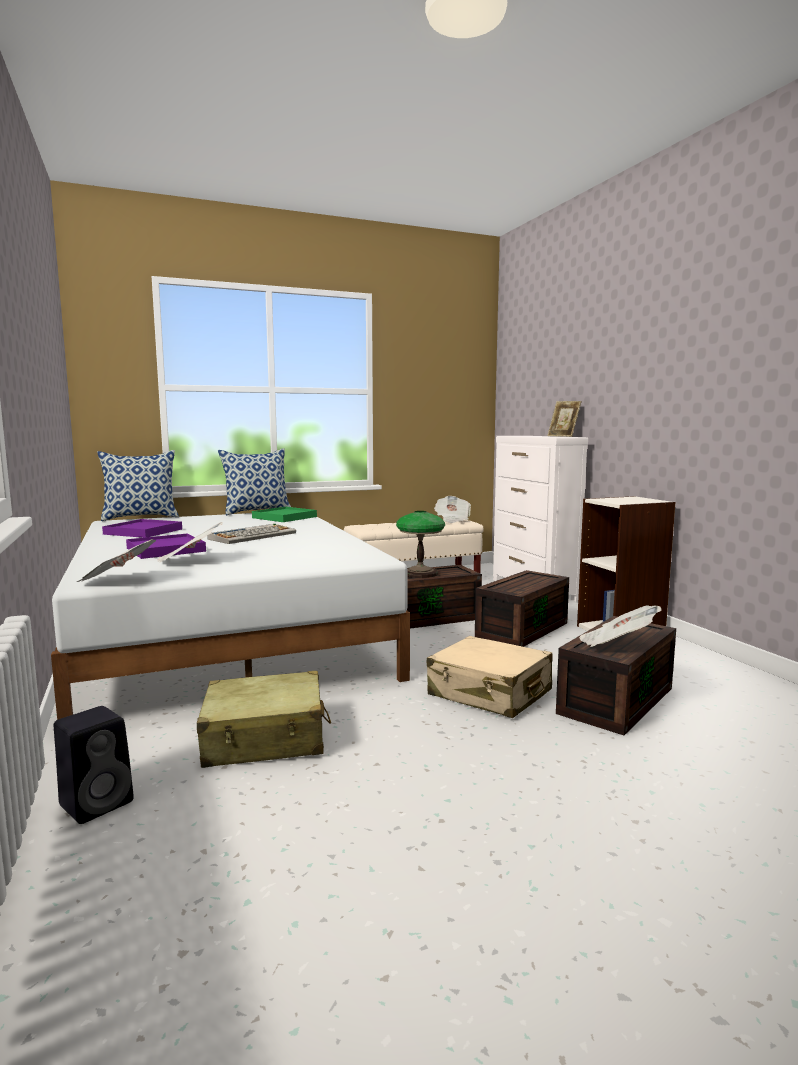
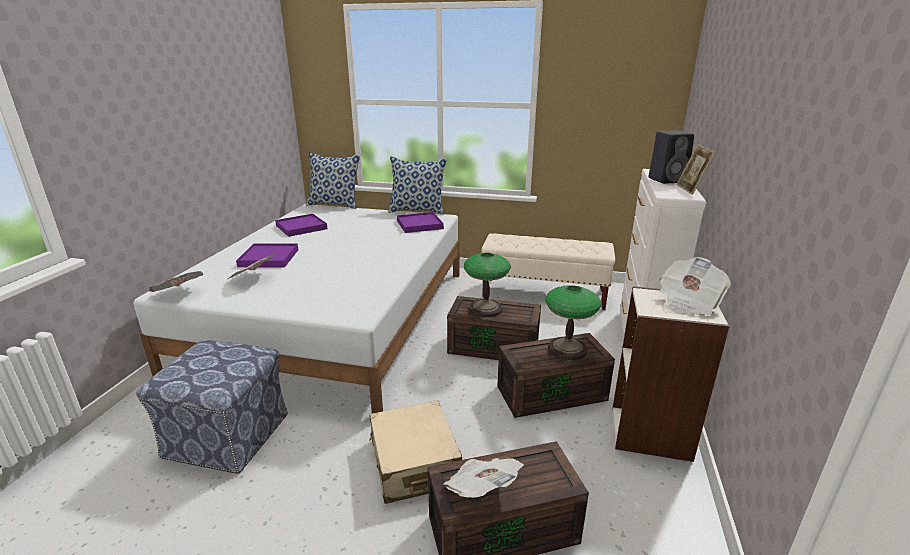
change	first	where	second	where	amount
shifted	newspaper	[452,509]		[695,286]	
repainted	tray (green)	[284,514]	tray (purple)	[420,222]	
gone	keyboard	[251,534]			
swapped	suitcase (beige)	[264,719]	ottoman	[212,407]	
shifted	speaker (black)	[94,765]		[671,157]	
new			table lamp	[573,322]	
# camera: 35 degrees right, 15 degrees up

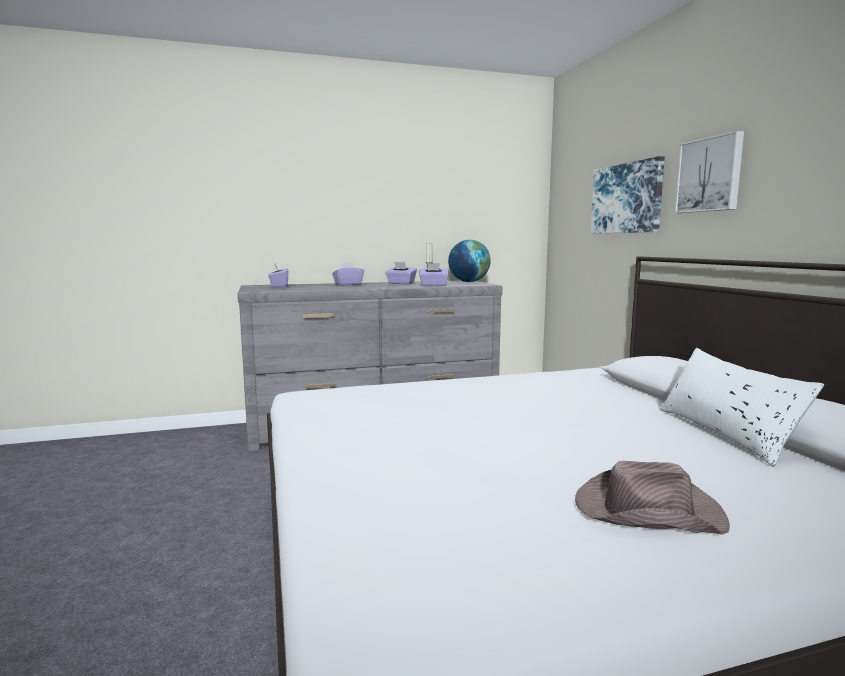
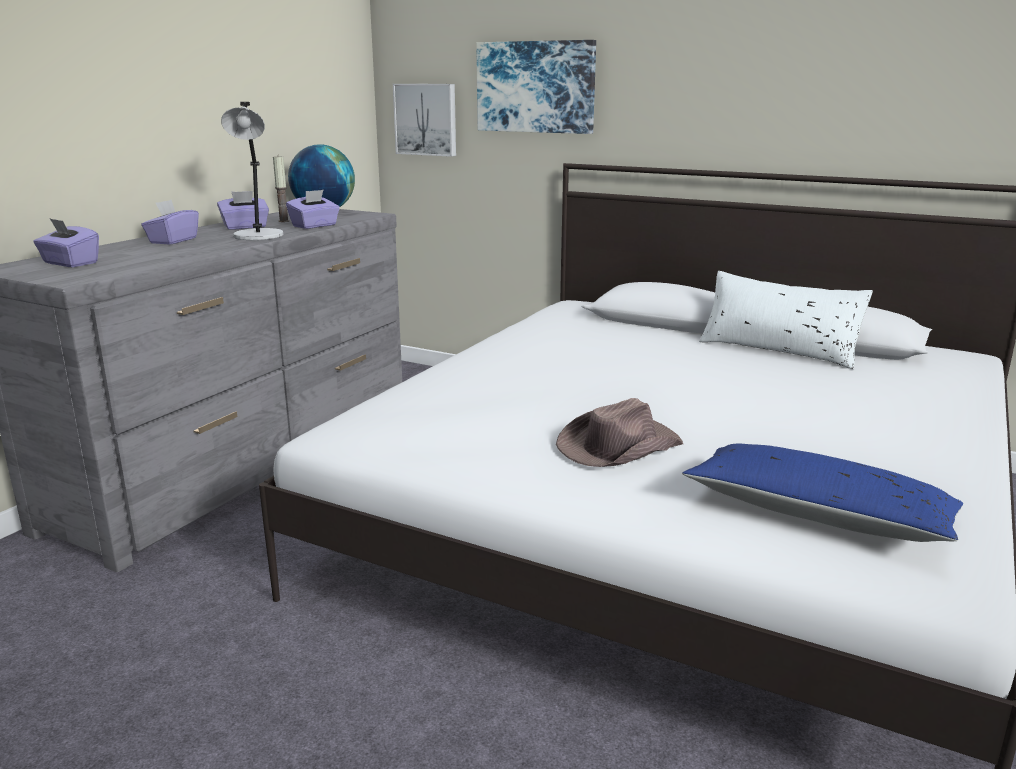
change	first	where	second	where	amount
shifted	picture	[709,172]		[424,120]	
shifted	hat (brown)	[652,497]		[619,432]	
new			table lamp (grey)	[252,171]	
new			pillow (blue)	[822,492]	
# camera: 45 degrees left, 10 degrees up

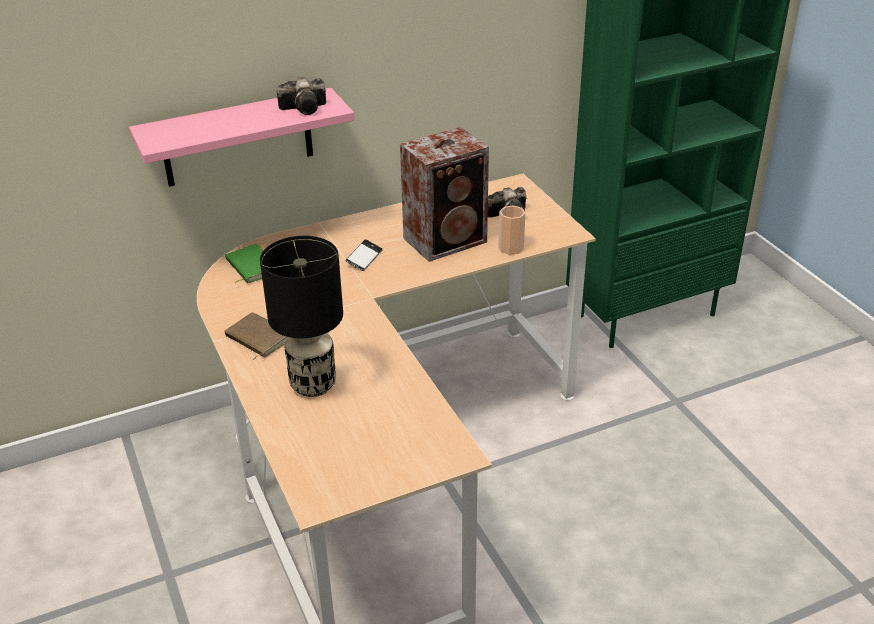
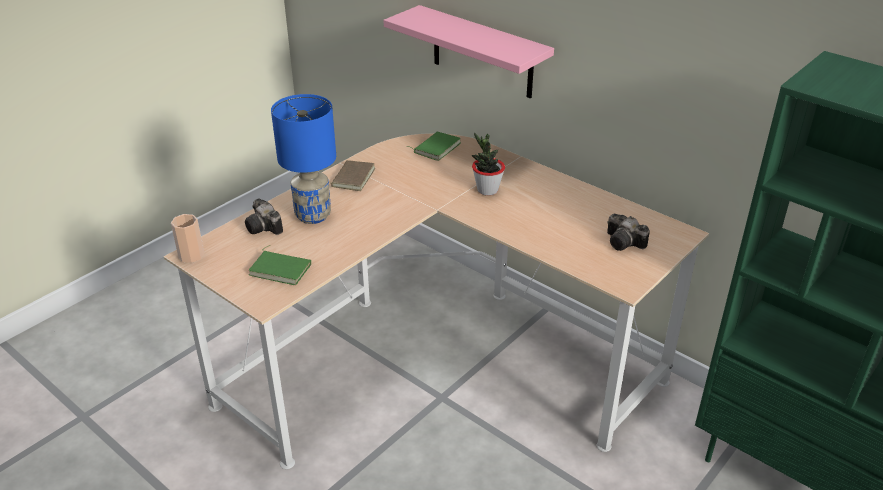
change	first	where	second	where	amount
shifted	photo camera	[301,96]		[264,216]	
gone	speaker	[444,194]			
shifted	cup	[511,230]		[188,238]	
repainted	table lamp (black)	[301,316]	table lamp (blue)	[303,159]	
swapped	phone	[364,255]	potted plant	[488,164]	
new			book (green)	[280,265]	
# camera: 65 degrees right, 0 degrees up

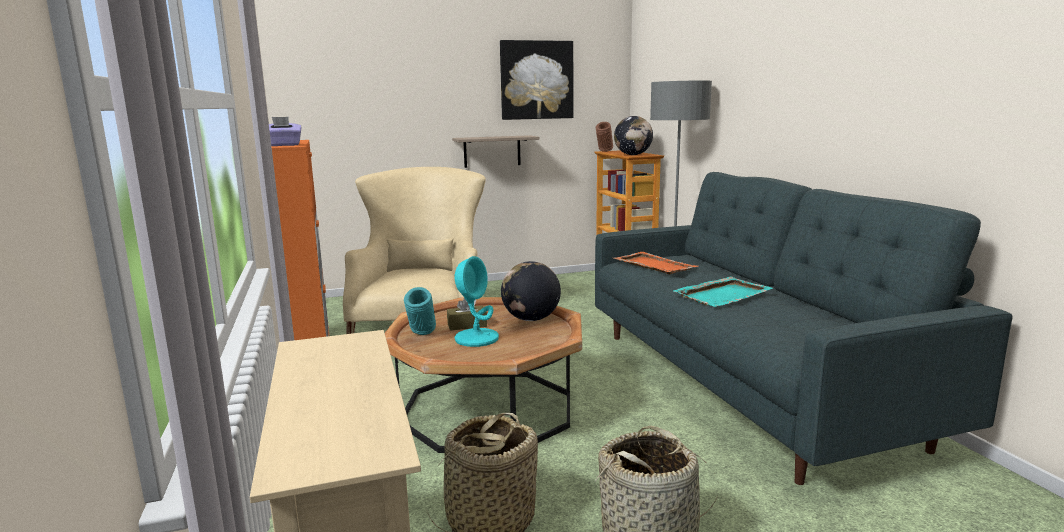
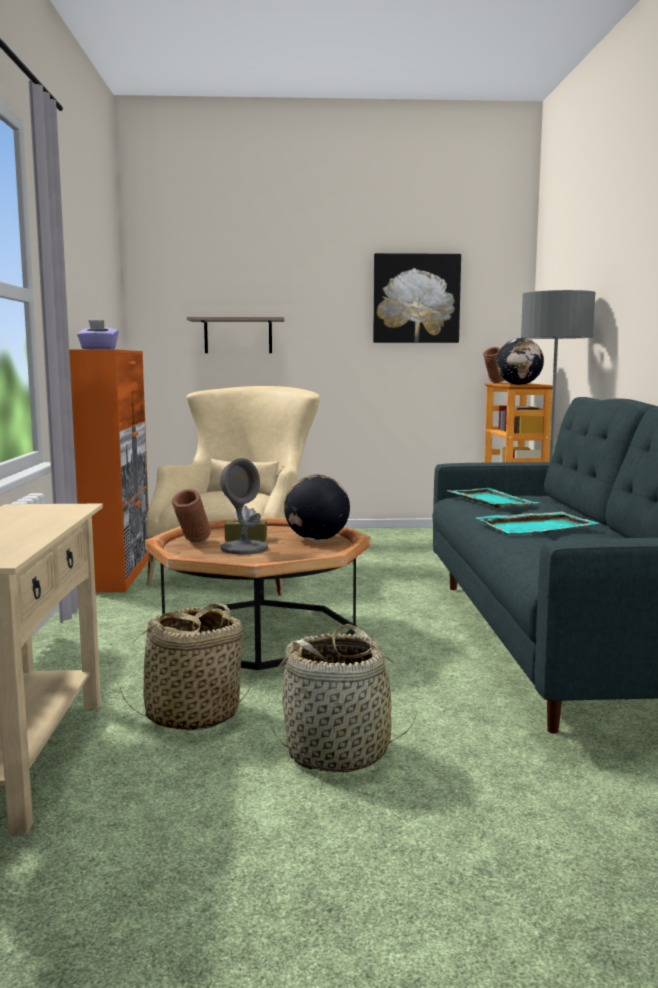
change	first	where	second	where	amount
shifted	shelf	[496,151]		[235,335]	
repainted	tray (orange)	[655,263]	tray (turquoise)	[492,498]	
repainted	table lamp (turquoise)	[477,301]	table lamp (grey)	[244,506]	
repainted	vase (turquoise)	[420,311]	vase (brown)	[191,515]	
# camera: 15 degrees right, 5 degrees down

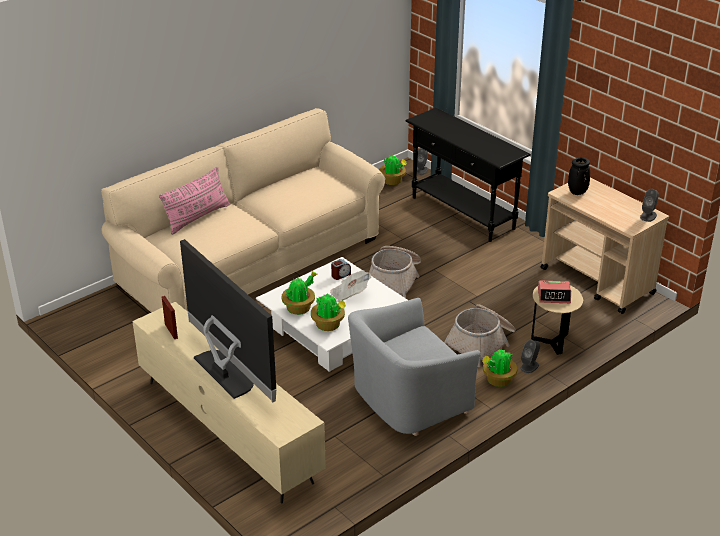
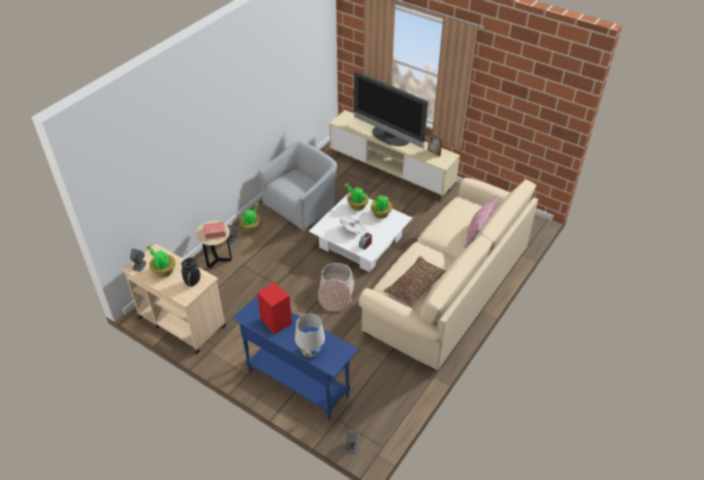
change	first	where	second	where	amount
repainted	console table (black)	[468,175]	console table (blue)	[295,357]	
shifted	potted plant	[393,170]		[161,261]	
gone	basket	[480,335]			
new			pillow (brown)	[415,281]	
new			speaker (red)	[274,308]	
new			table lamp (white)	[310,335]	
# camera: 165 degrees right, 10 degrees up

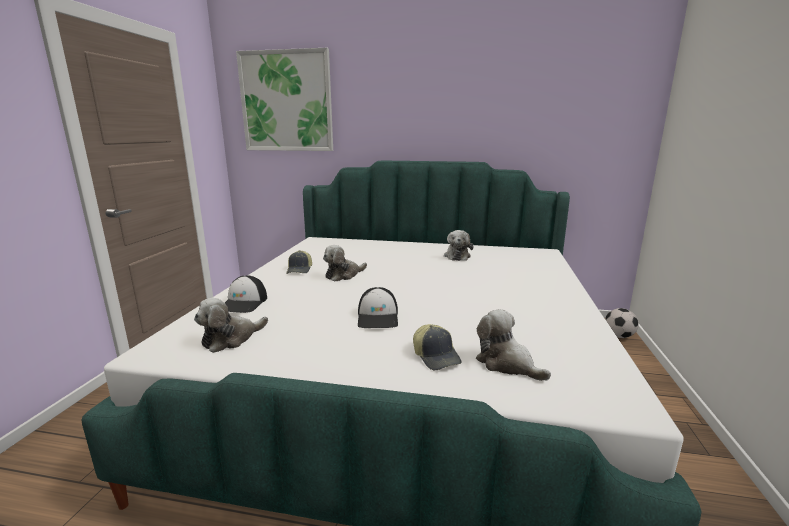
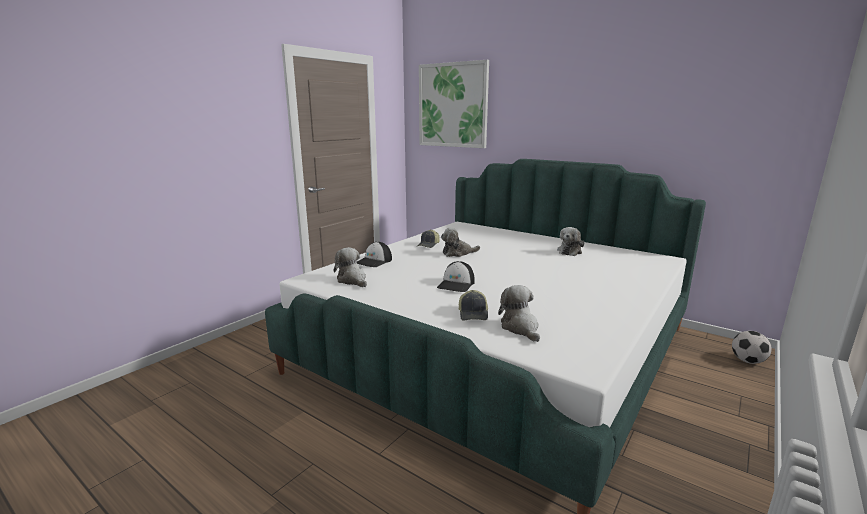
change	first	where	second	where	amount
rotated	plush toy	[231,325]		[350,267]	75 degrees clockwise
# camera: 25 degrees right, 0 degrees up

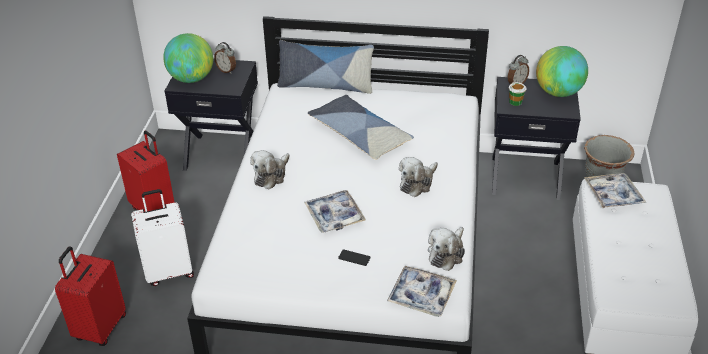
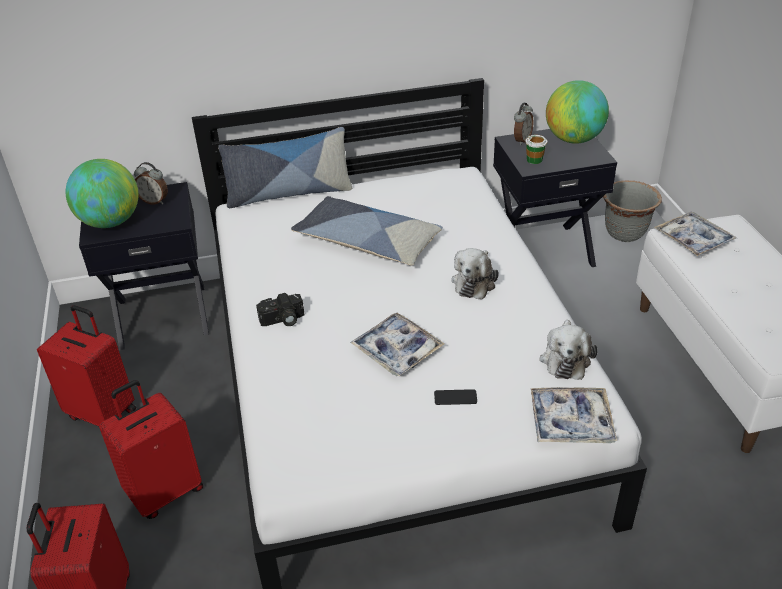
change	first	where	second	where	amount
swapped	plush toy	[270,169]	photo camera	[280,309]	
repainted	suitcase (white)	[162,237]	suitcase (red)	[151,449]	
# camera: 20 degrees left, 0 degrees up

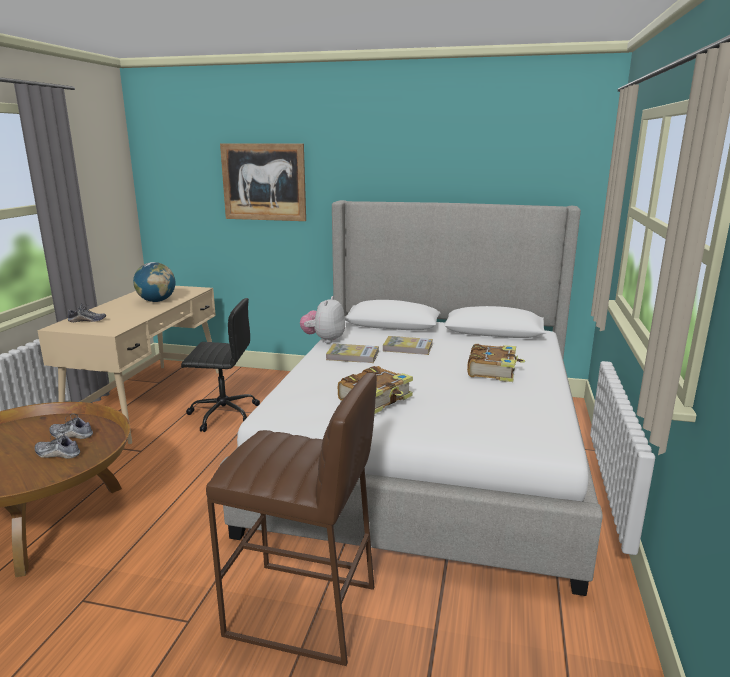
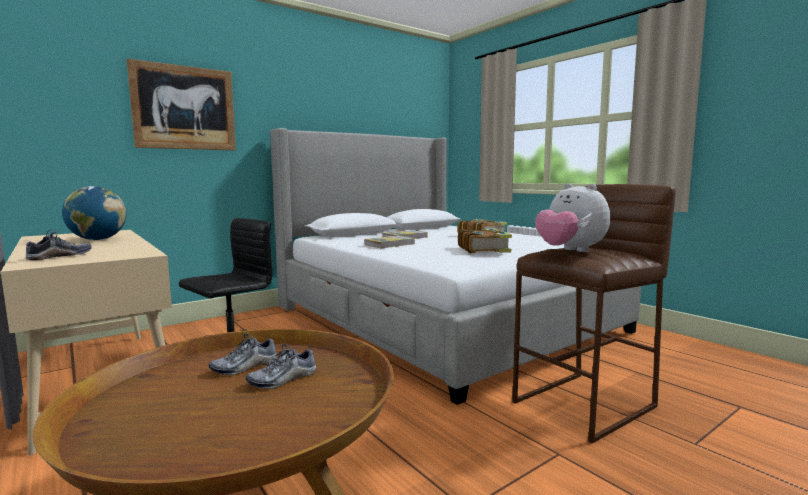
change	first	where	second	where	amount
shifted	plush toy	[322,319]		[572,217]	
# camera: 50 degrees left, 10 degrees down

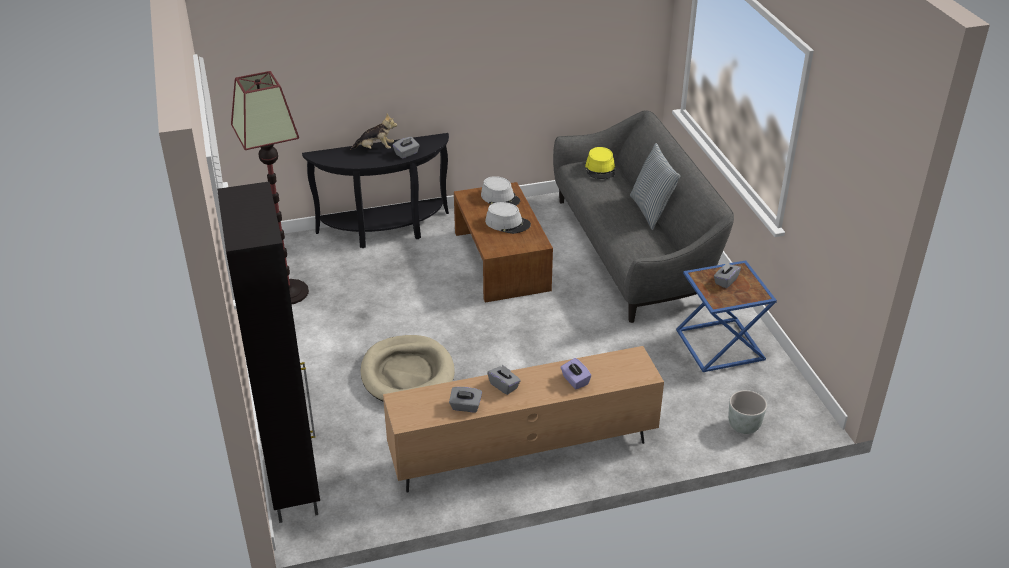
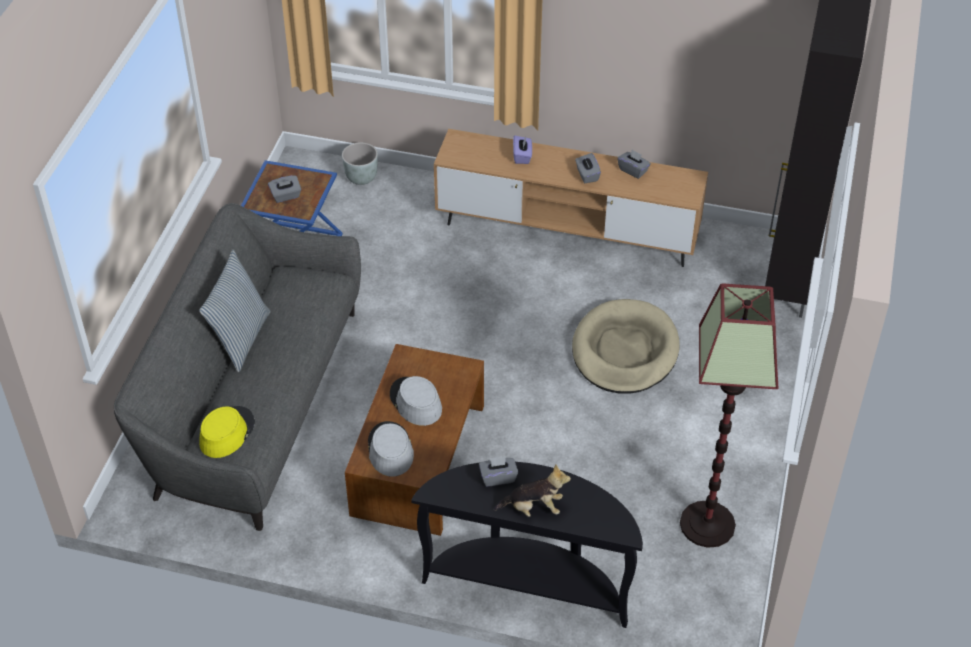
change	first	where	second	where	amount
rotated	plush toy	[373,132]		[532,490]	150 degrees clockwise
# camera: 150 degrees left, 10 degrees up

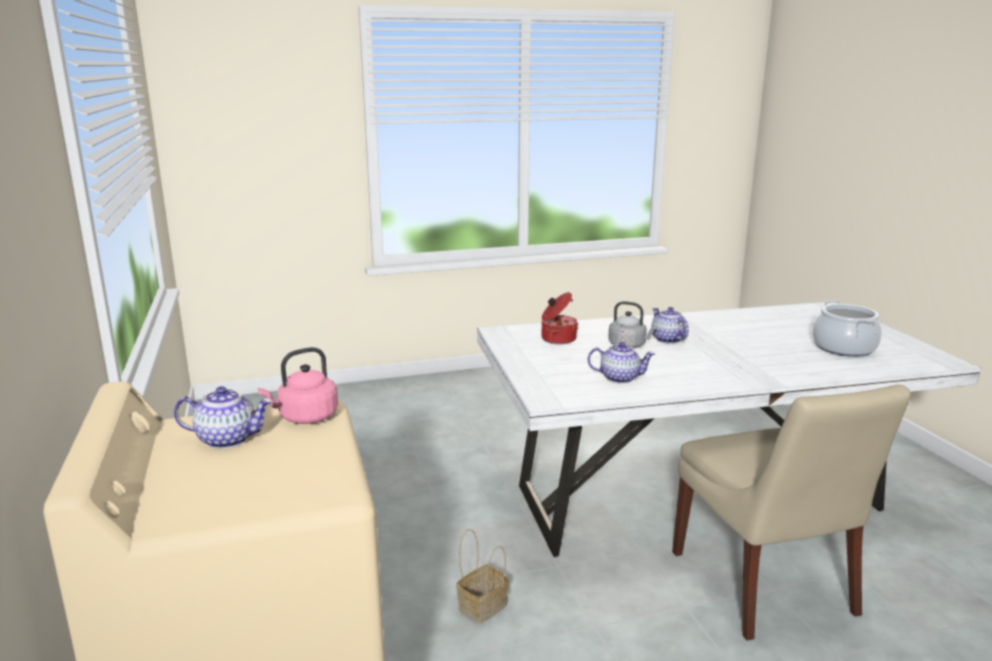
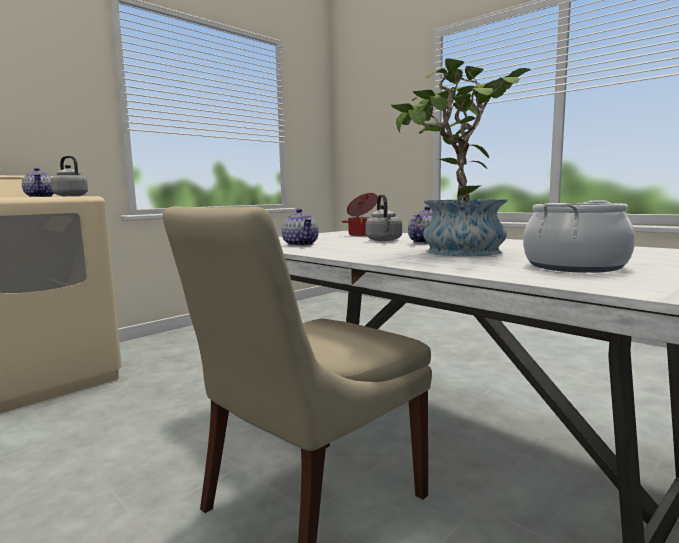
change	first	where	second	where	amount
repainted	kettle (pink)	[298,385]	kettle (grey)	[69,176]	
gone	basket	[482,576]			
new			potted plant	[461,157]	
# camera: 60 degrees right, 10 degrees down

